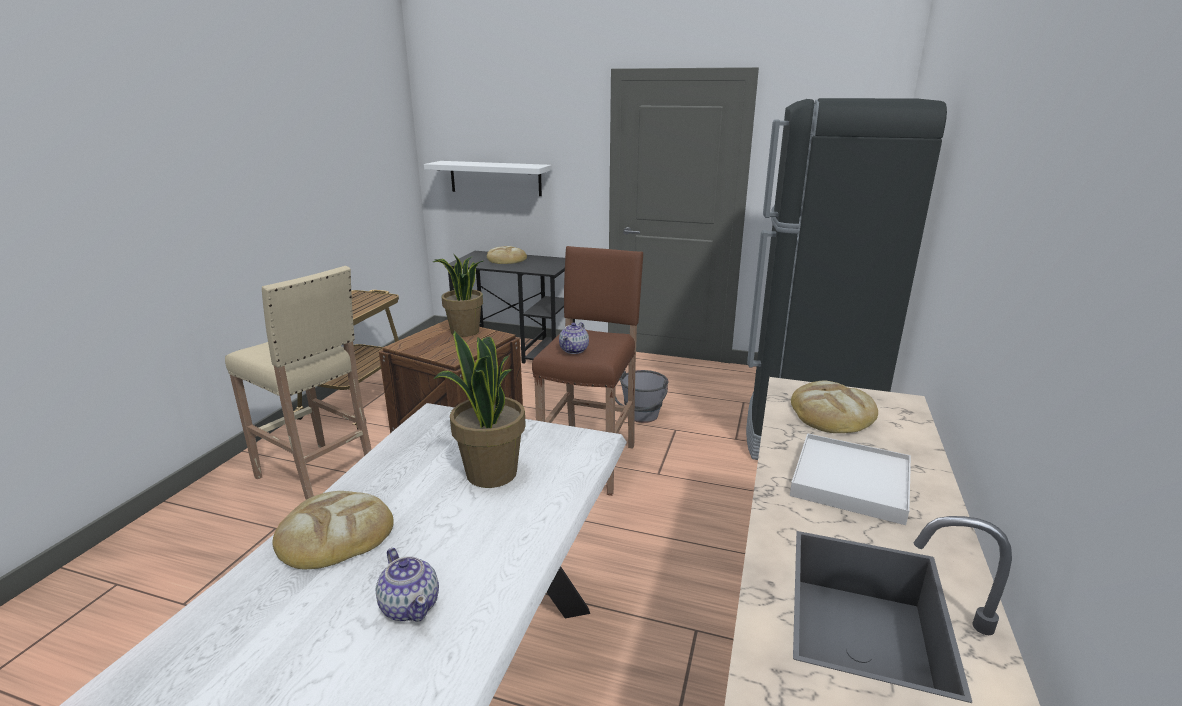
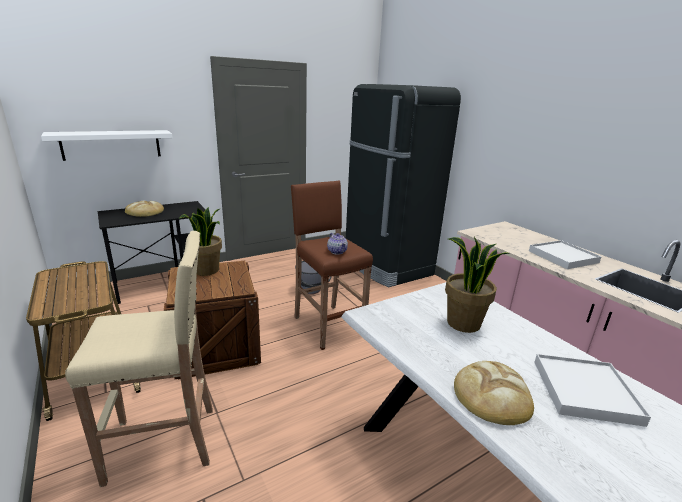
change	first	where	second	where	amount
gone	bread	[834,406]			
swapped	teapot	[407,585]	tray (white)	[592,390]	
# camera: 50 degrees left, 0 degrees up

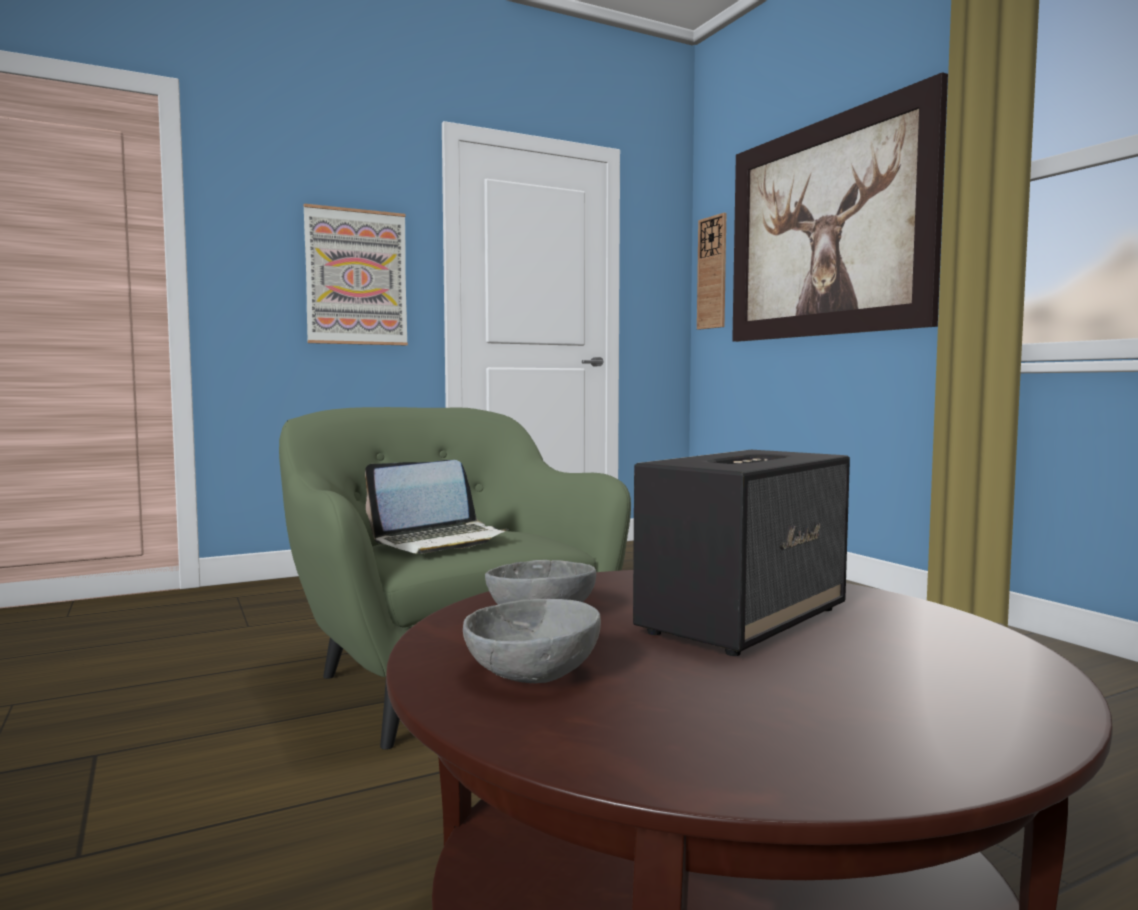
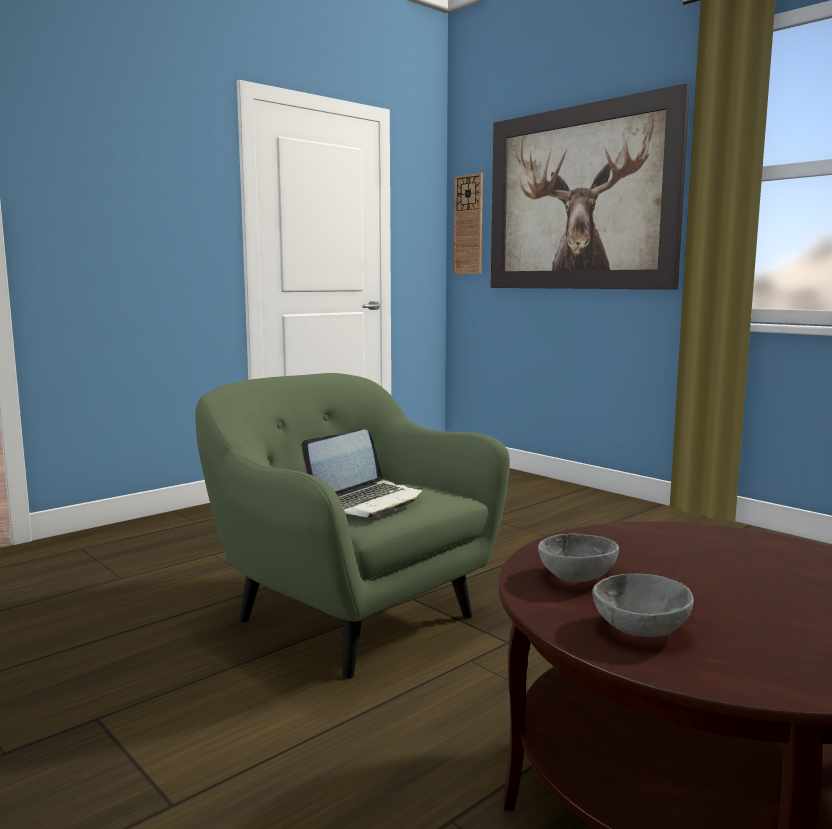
change	first	where	second	where	amount
gone	picture	[356,274]			
gone	speaker	[741,553]			
# camera: 15 degrees left, 5 degrees up

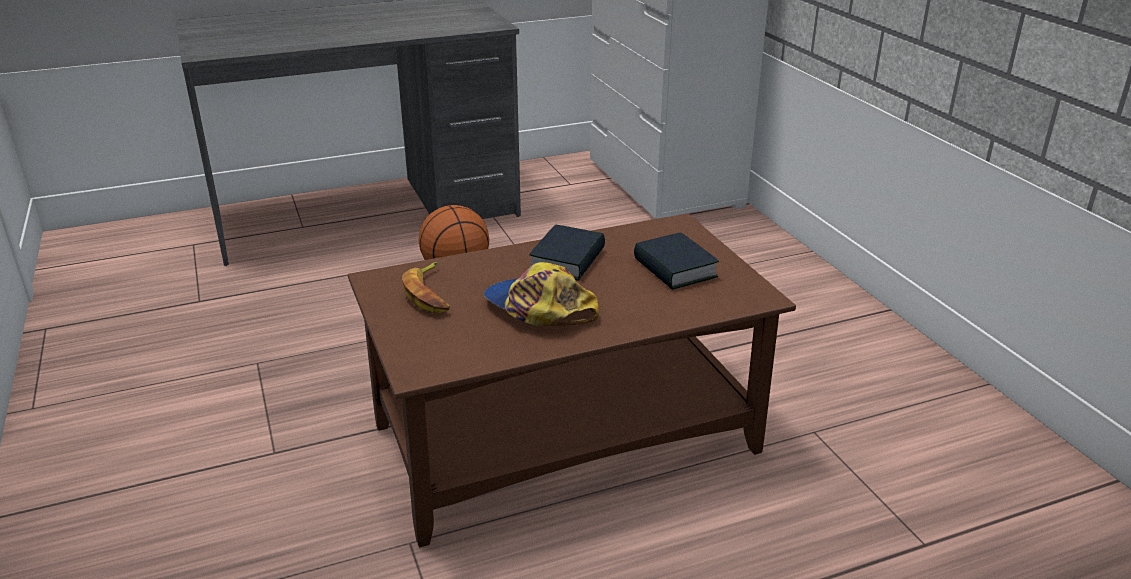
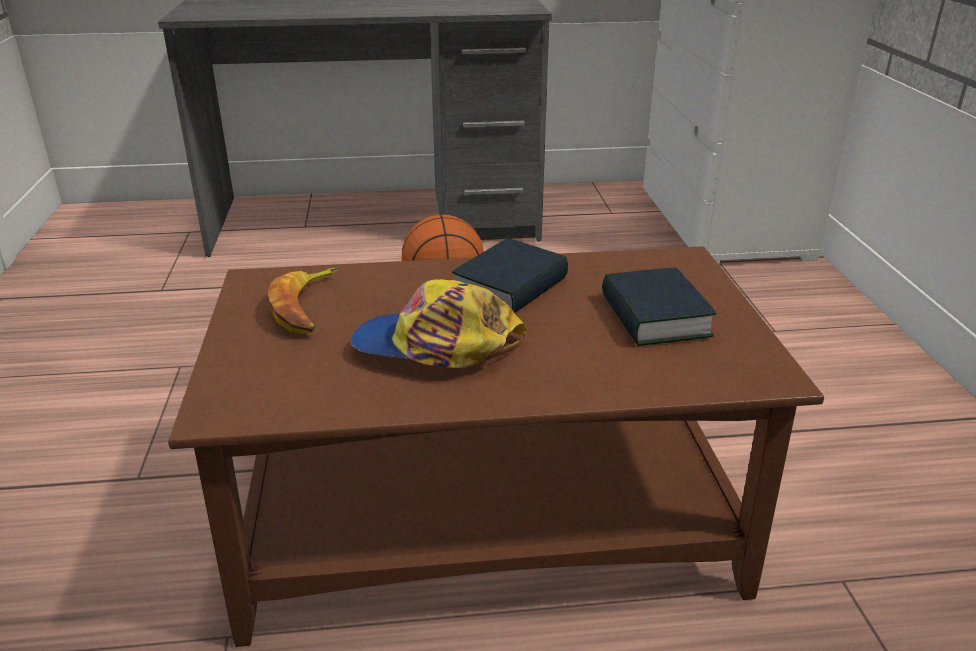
change	first	where	second	where	amount
rotated	cap	[541,294]		[439,323]	45 degrees counterclockwise
# camera: 15 degrees right, 0 degrees up

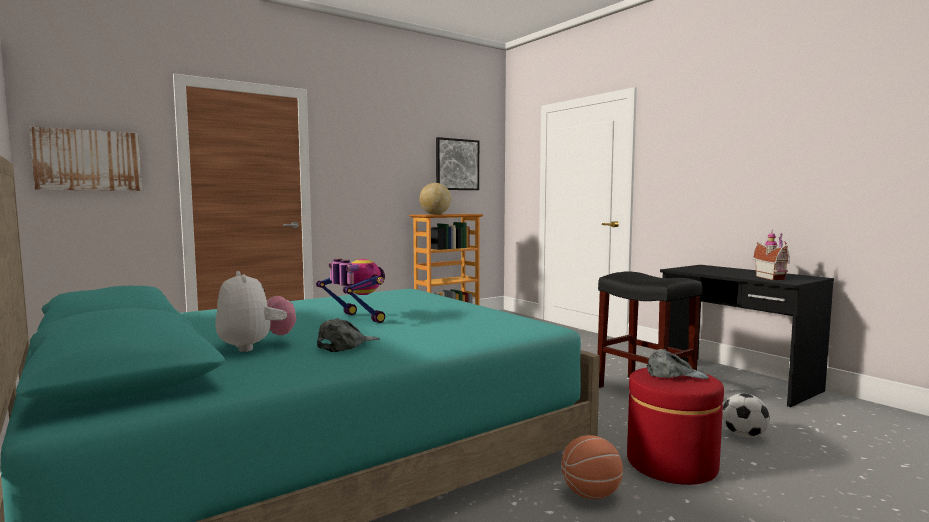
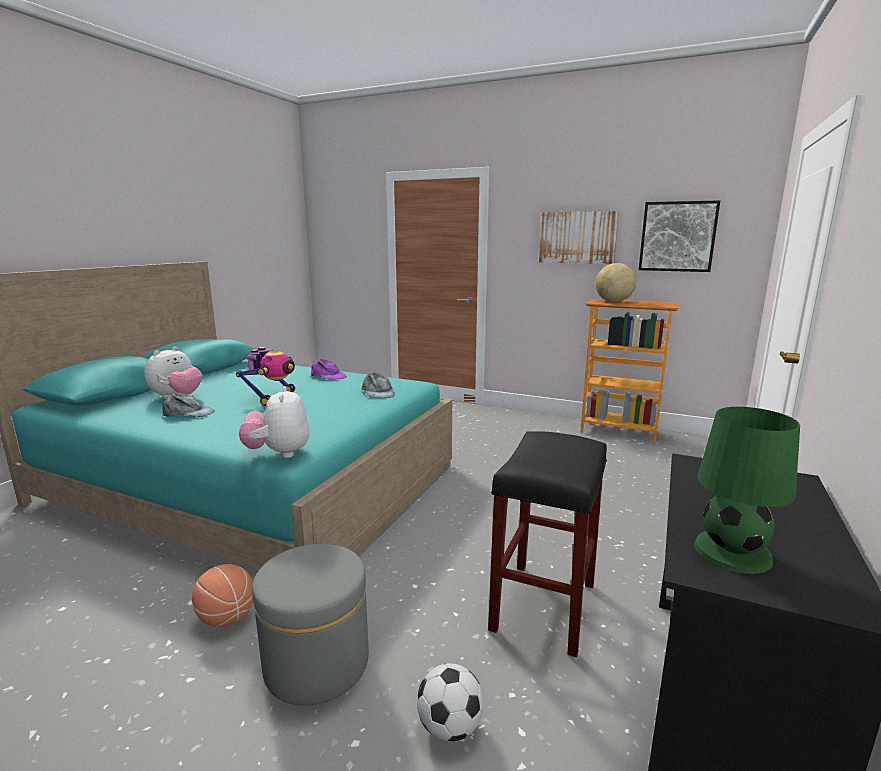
change	first	where	second	where	amount
shifted	picture	[85,159]		[579,237]	
swapped	toy house	[771,255]	table lamp (green)	[747,490]	
shifted	cap (grey)	[678,364]		[378,385]	
repainted	ottoman (red)	[675,426]	ottoman (grey)	[310,625]	
new			cap (purple)	[329,369]	
new			plush toy	[274,422]	
# camera: 60 degrees right, 10 degrees up

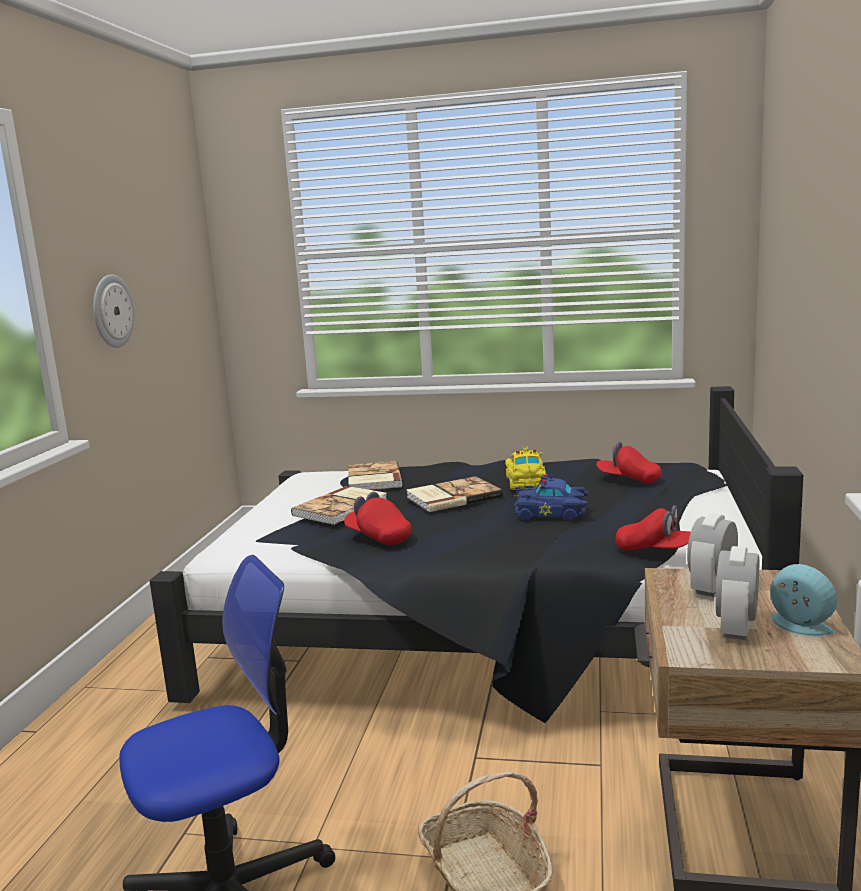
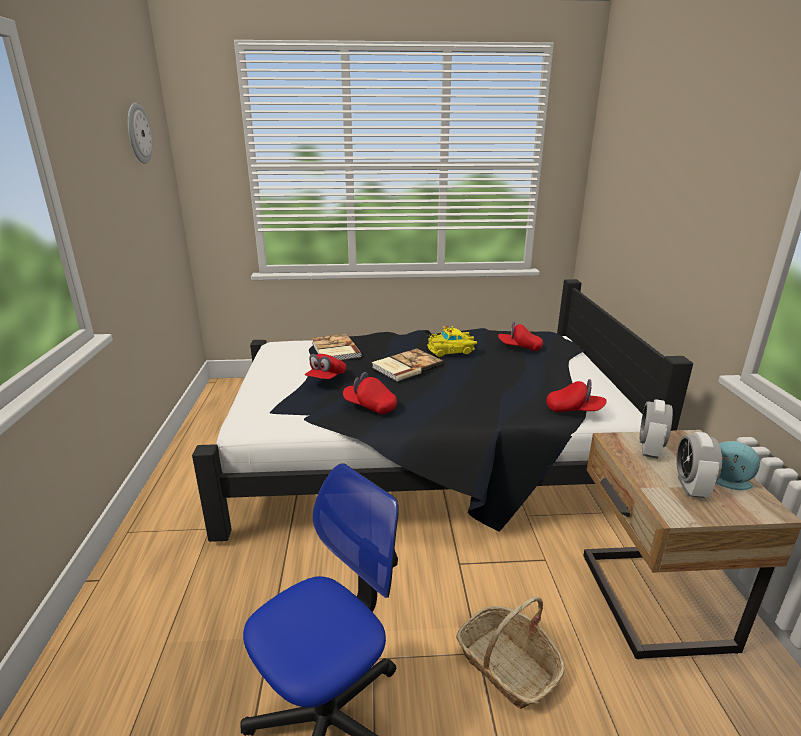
change	first	where	second	where	amount
shifted	wall clock	[114,311]		[140,133]	
rotated	toy car (yellow)	[525,468]		[452,341]	90 degrees clockwise
gone	toy car (blue)	[551,497]			
swapped	book	[339,505]	cap (red)	[325,366]	
# camera: 15 degrees left, 10 degrees up

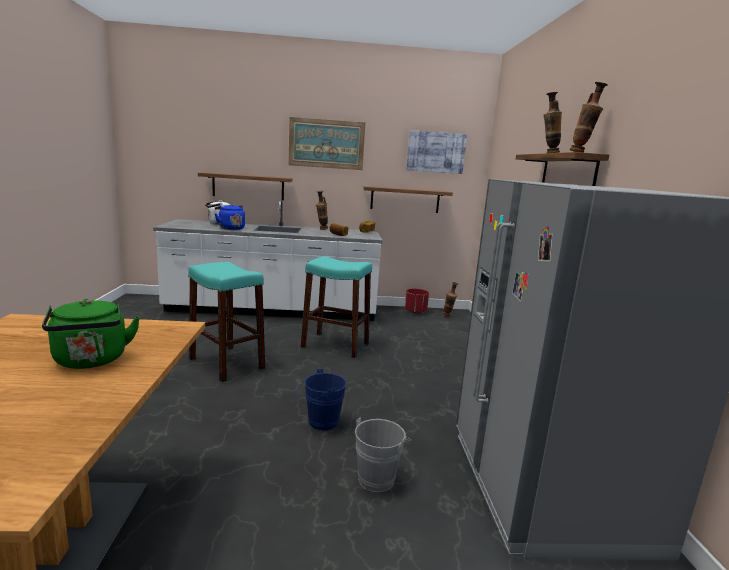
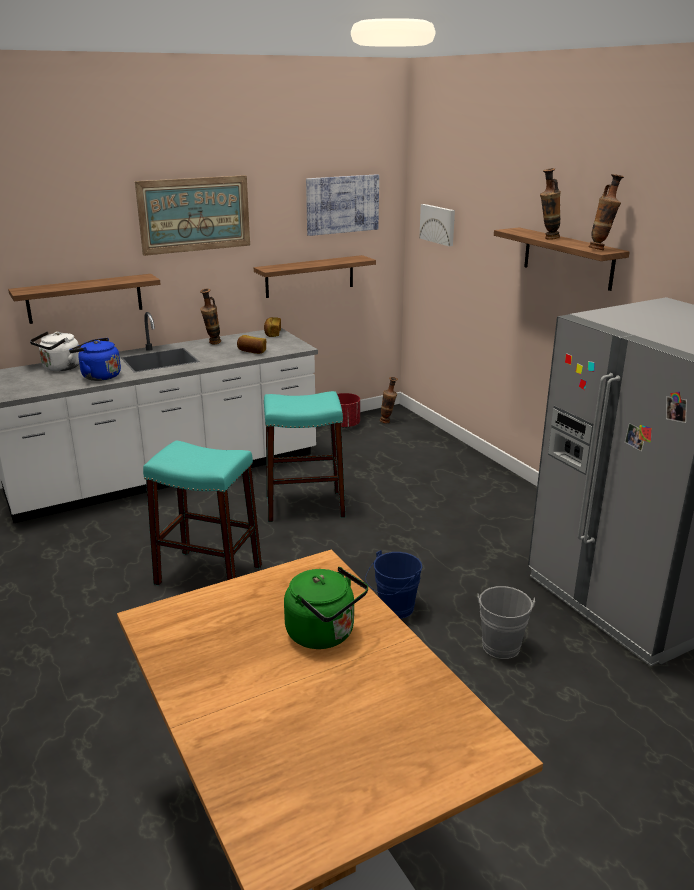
change	first	where	second	where	amount
new			picture	[437,225]	
# camera: 25 degrees left, 10 degrees up

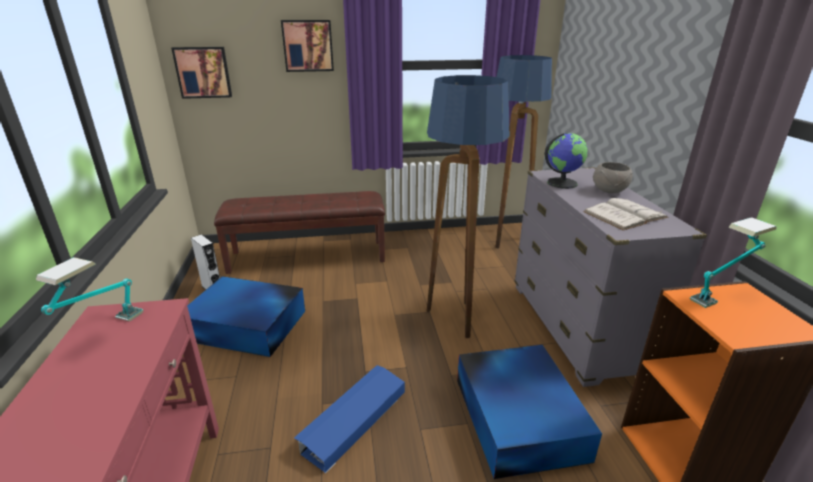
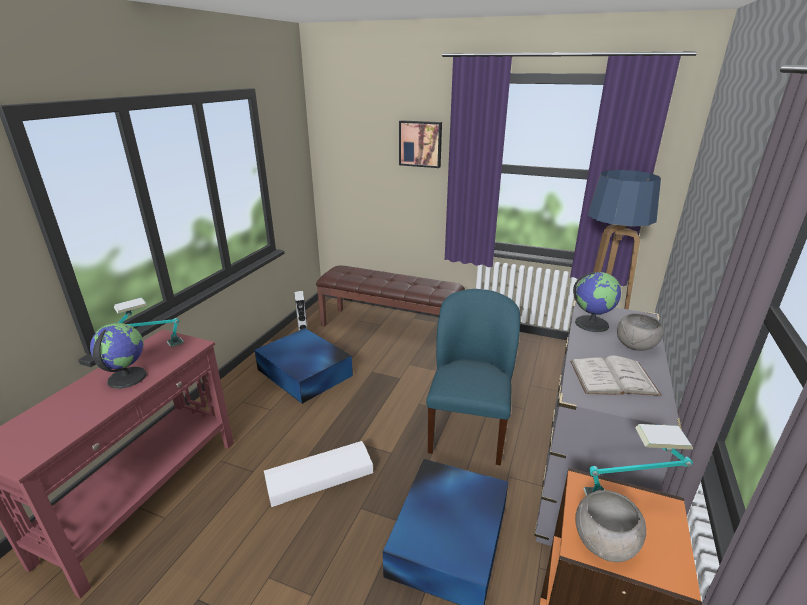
change	first	where	second	where	amount
gone	picture	[201,73]			
swapped	floor lamp	[468,206]	chair (blue)	[473,377]	
repainted	storage box (blue)	[349,419]	storage box (white)	[318,474]	
new			globe	[118,356]	
new			bowl (grey)	[610,526]	
# camera: 30 degrees right, 0 degrees up

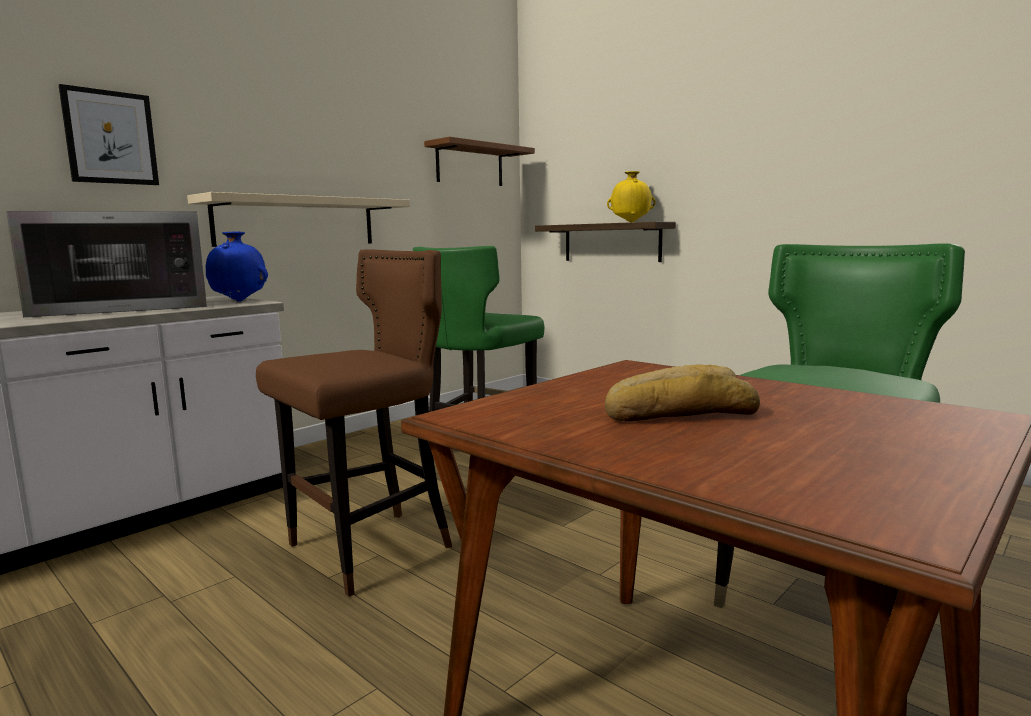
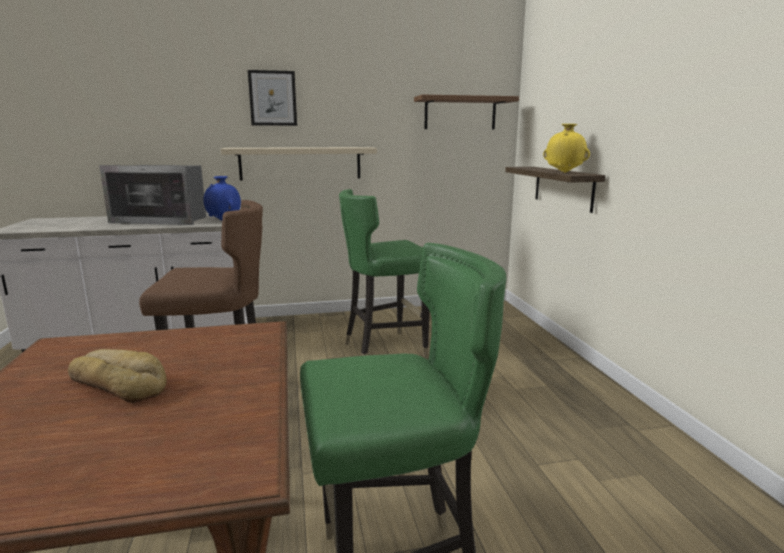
change	first	where	second	where	amount
shifted	picture	[109,134]		[272,98]	
# camera: 35 degrees right, 5 degrees up

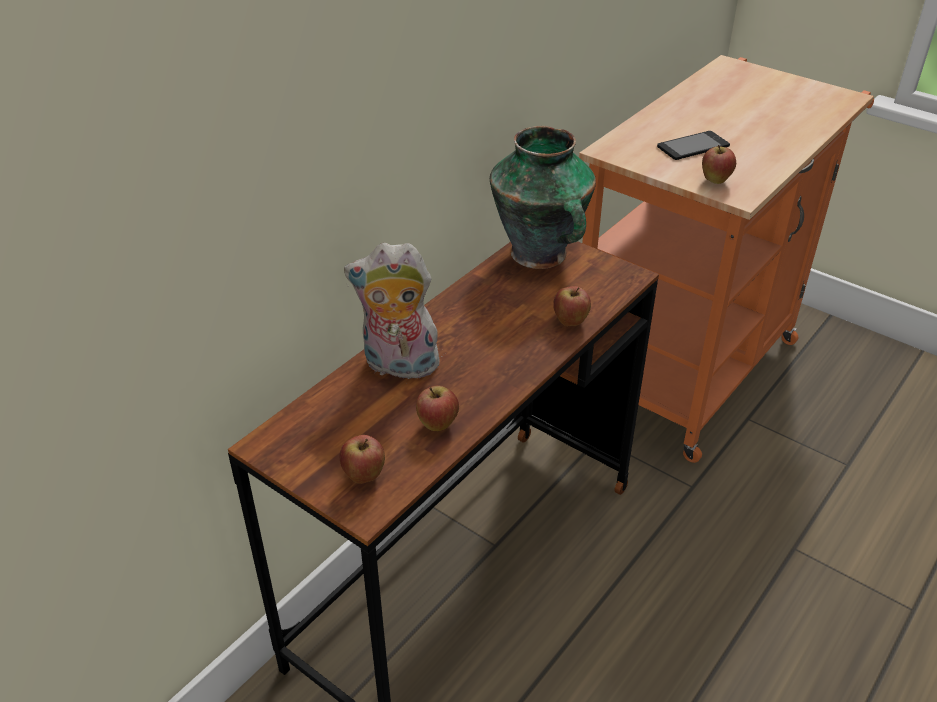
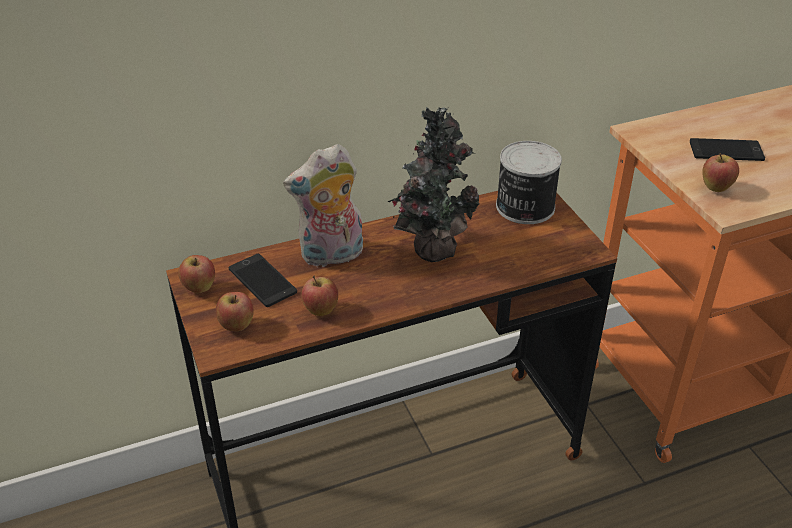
change	first	where	second	where	amount
swapped	vase	[543,197]	can	[529,182]	
rotated	plush toy	[395,311]		[323,206]	60 degrees counterclockwise
shifted	apple	[572,306]		[196,274]	
new			potted plant	[433,184]	
new			phone	[262,280]	
# camera: 30 degrees right, 0 degrees up

